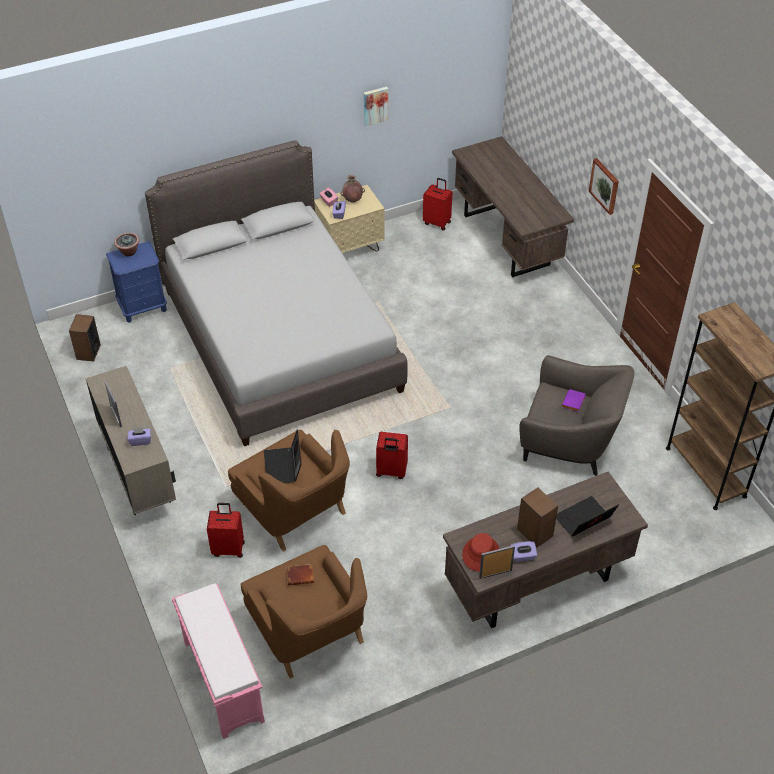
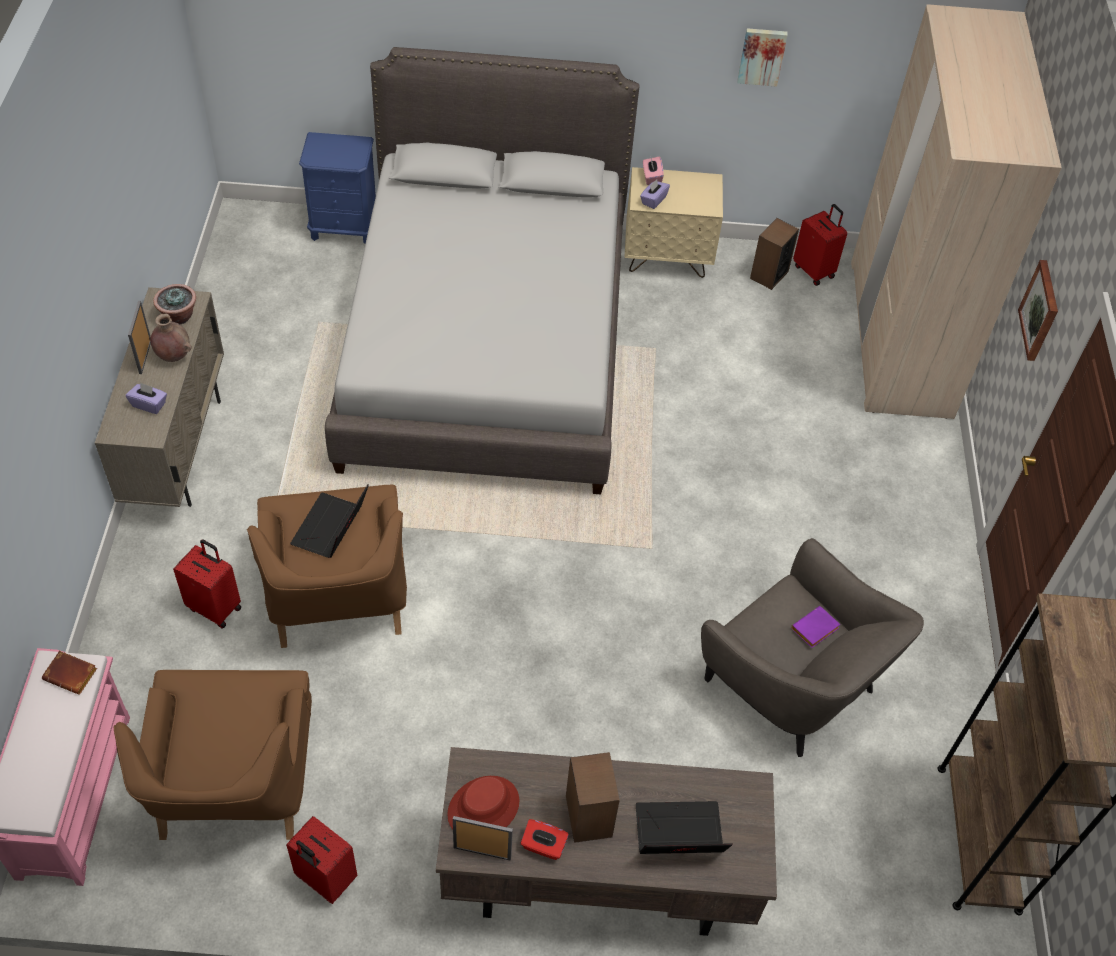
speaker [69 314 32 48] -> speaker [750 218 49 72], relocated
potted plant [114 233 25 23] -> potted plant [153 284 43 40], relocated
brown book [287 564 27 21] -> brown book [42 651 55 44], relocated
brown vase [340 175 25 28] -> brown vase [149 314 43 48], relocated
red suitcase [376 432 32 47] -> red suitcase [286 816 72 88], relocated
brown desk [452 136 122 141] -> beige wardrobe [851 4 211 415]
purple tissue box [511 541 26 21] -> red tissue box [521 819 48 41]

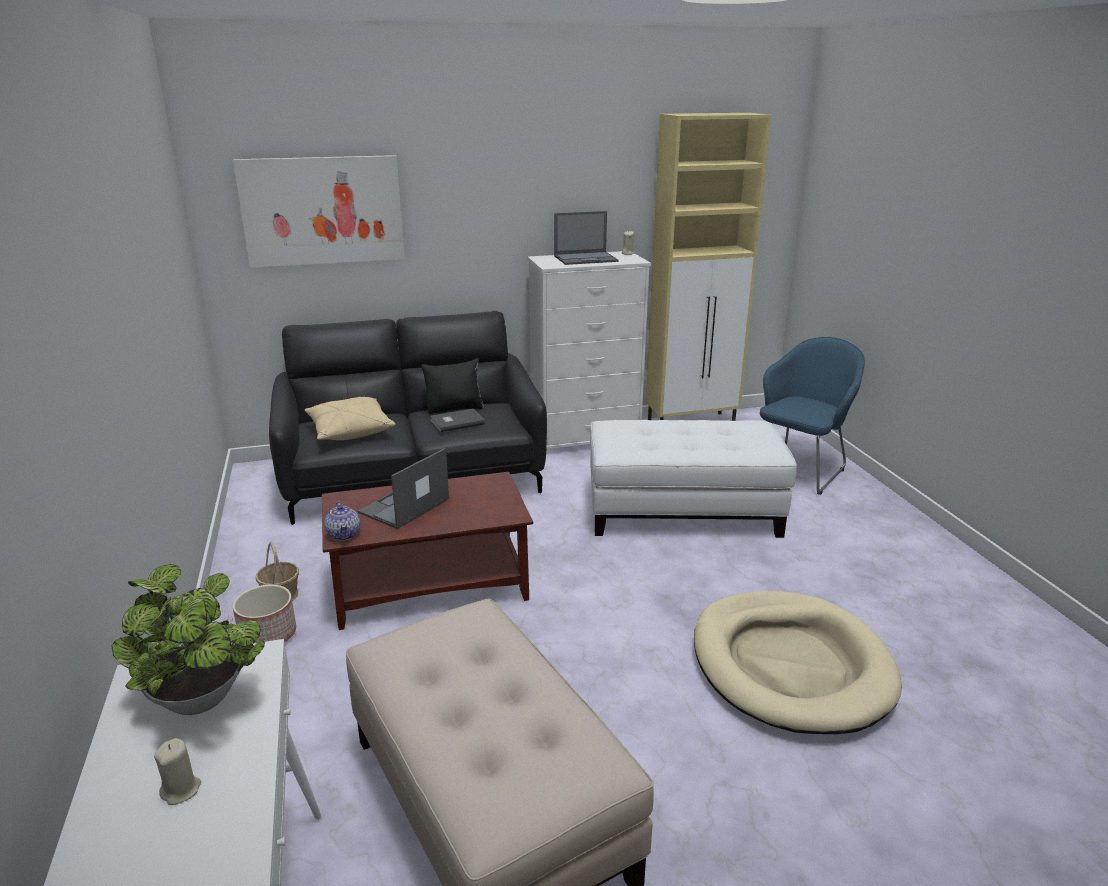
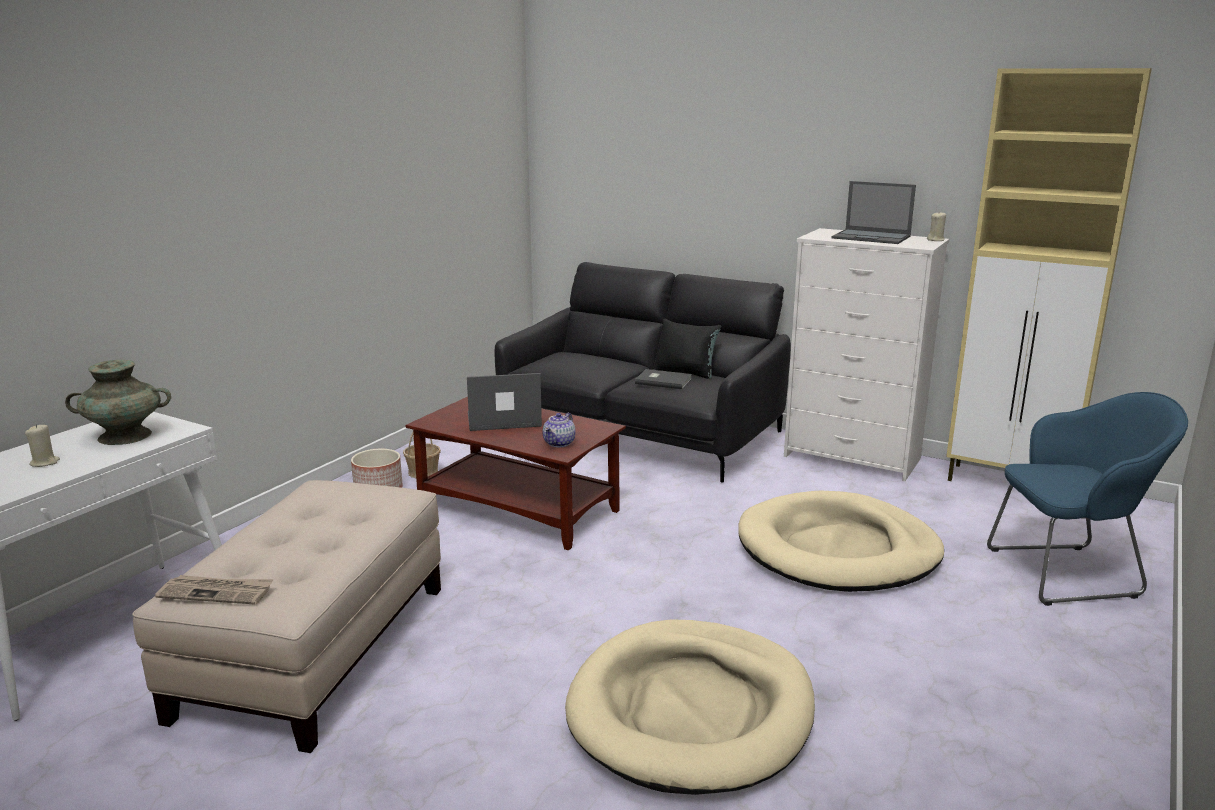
picture [233 155 172 113] -> none
beige pillow [304 397 91 43] -> none
none -> newspaper [155 575 118 30]
teapot [324 502 36 39] -> teapot [542 413 34 34], relocated
potted plant [111 564 154 151] -> turquoise vase [65 360 106 85]
white ottoman [590 420 207 118] -> beige dog bed [738 491 206 101]

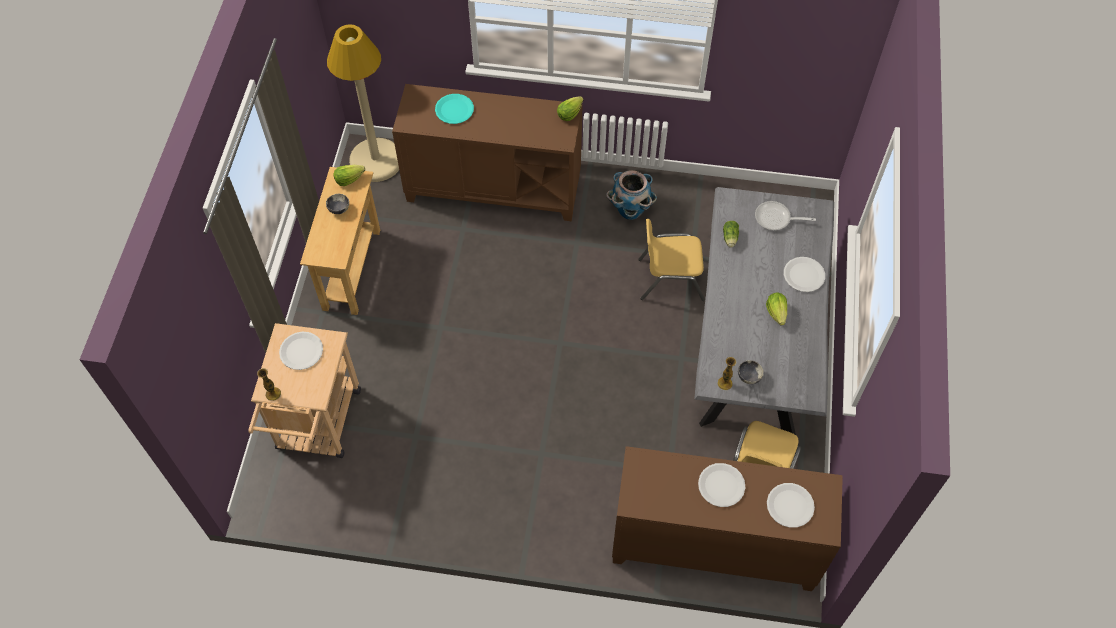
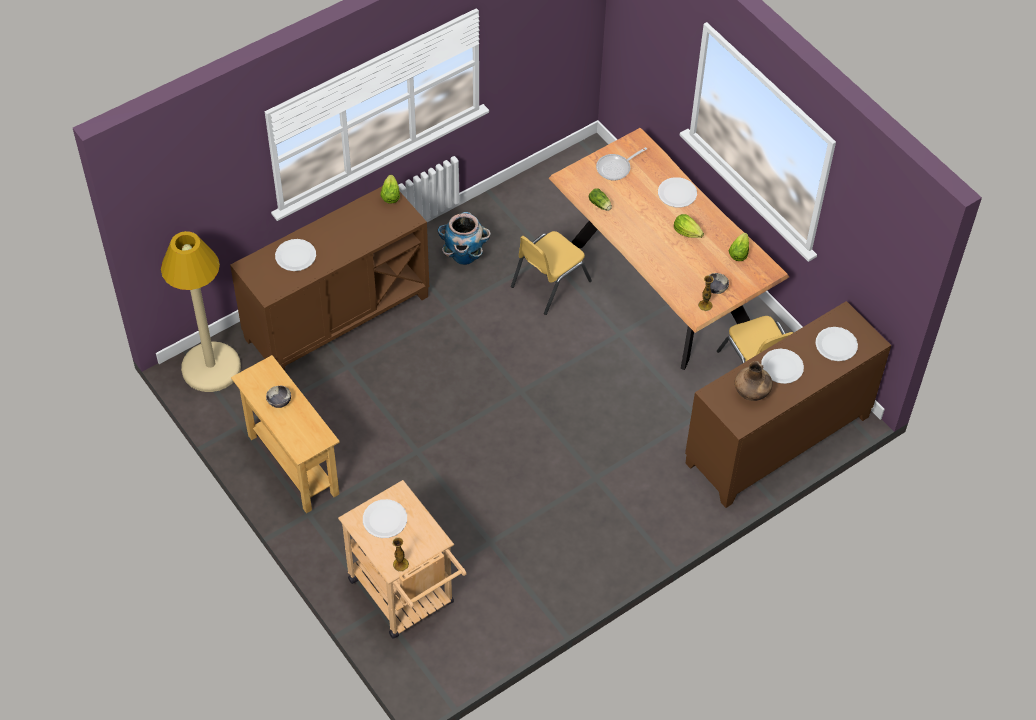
none -> brown vase [735 361 38 40]
lettuce [334 165 31 21] -> lettuce [729 233 20 28], relocated
turquoise plate [435 94 39 30] -> white plate [275 239 41 32]
grey dining table [694 187 140 248] -> brown dining table [549 128 240 242]

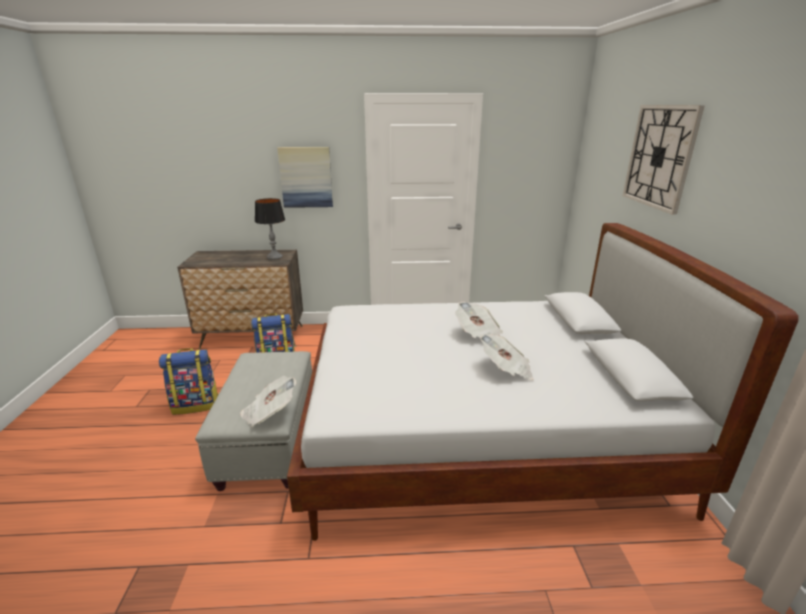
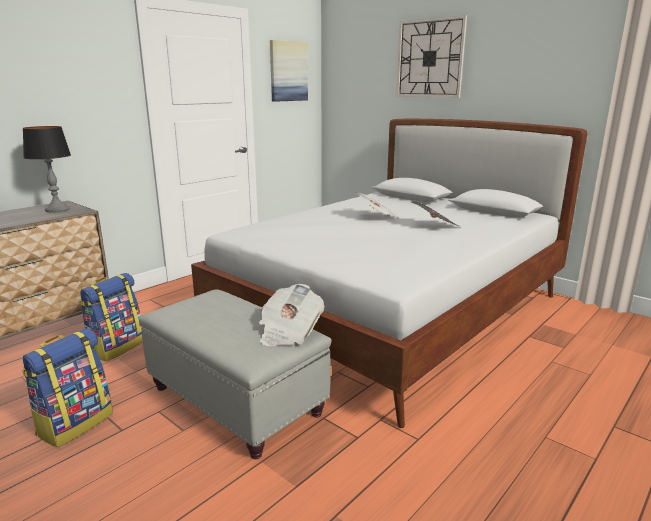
picture [277 147 56 61] -> picture [270 40 38 62], relocated

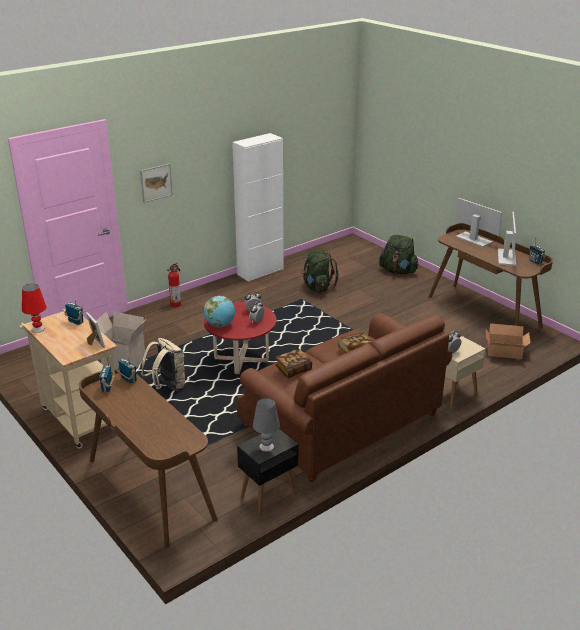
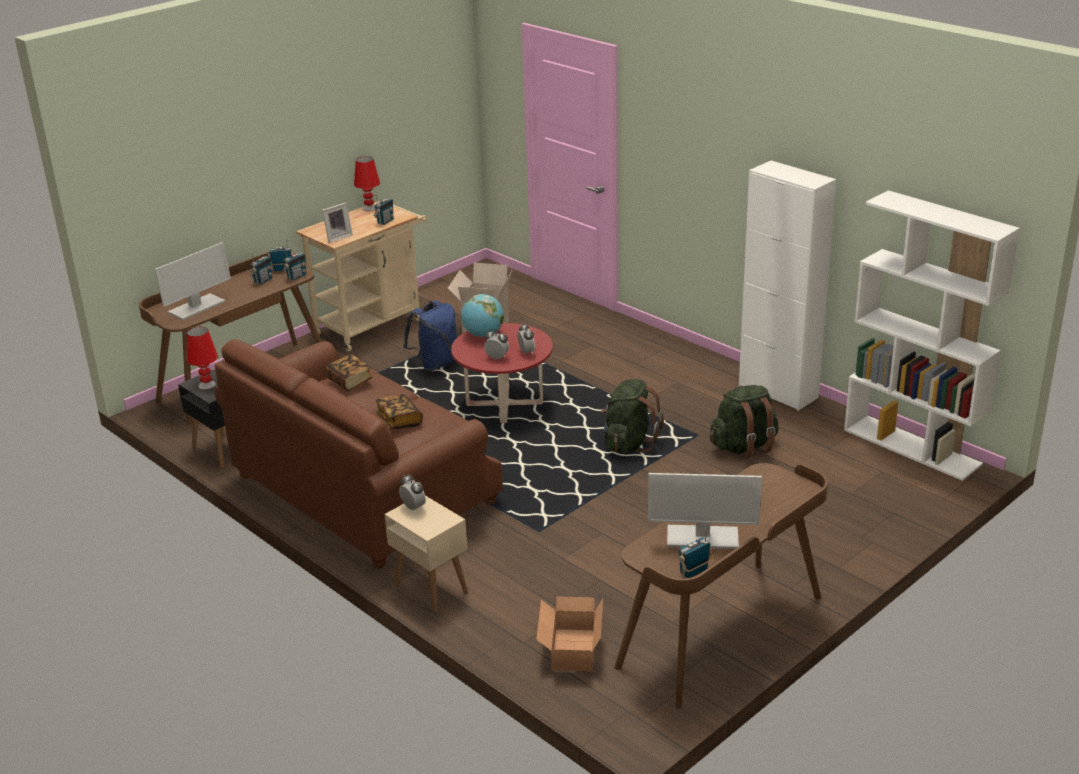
picture [140 163 33 40] -> none
fire extinguisher [167 263 14 44] -> none
none -> radio [250 252 22 32]
none -> white bookcase [844 190 176 291]
green backpack [379 235 40 39] -> green backpack [601 379 63 74], relocated
monitor [456 198 46 49] -> monitor [154 242 77 78], relocated
beige backpack [141 338 44 53] -> blue backpack [403 301 54 70]
grey table lamp [253 398 27 54] -> red table lamp [187 327 31 63]

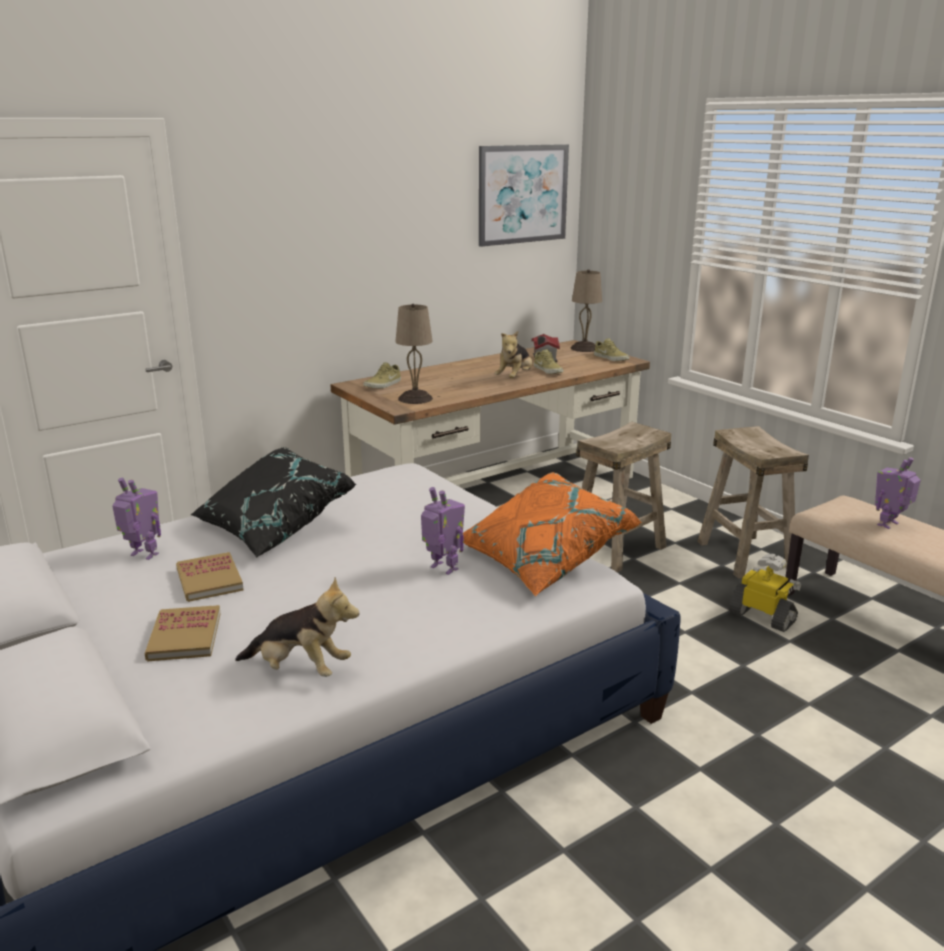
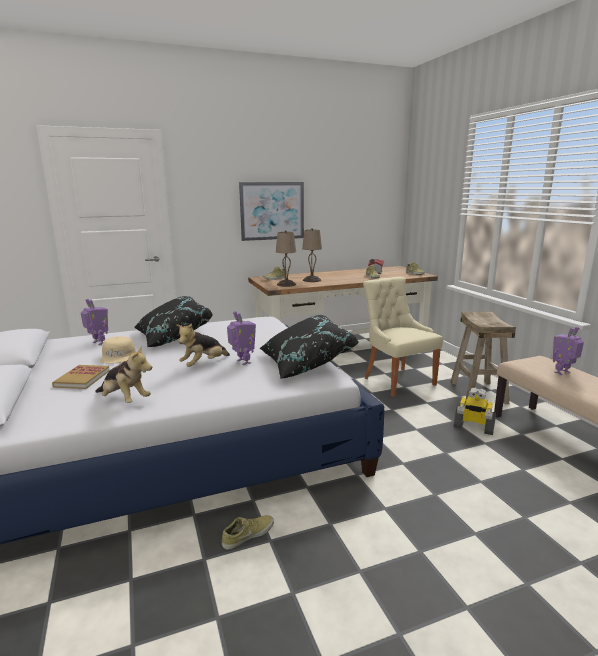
none -> beige shoe [222 515 52 35]
picture [479 144 90 103] -> picture [239 182 65 59], relocated
plush toy [495 331 38 47] -> plush toy [176 323 54 44], relocated
beige table lamp [570 269 32 83] -> beige table lamp [302 228 20 54], relocated
book [176 552 67 50] -> beige cap [100 336 36 28]
beige stool [576 422 95 150] -> beige chair [363 277 80 120]
orange pillow [463 472 179 124] -> black pillow [260 315 98 64]
toy robot [729 554 72 78] -> toy robot [453 387 43 48], 150 degrees clockwise

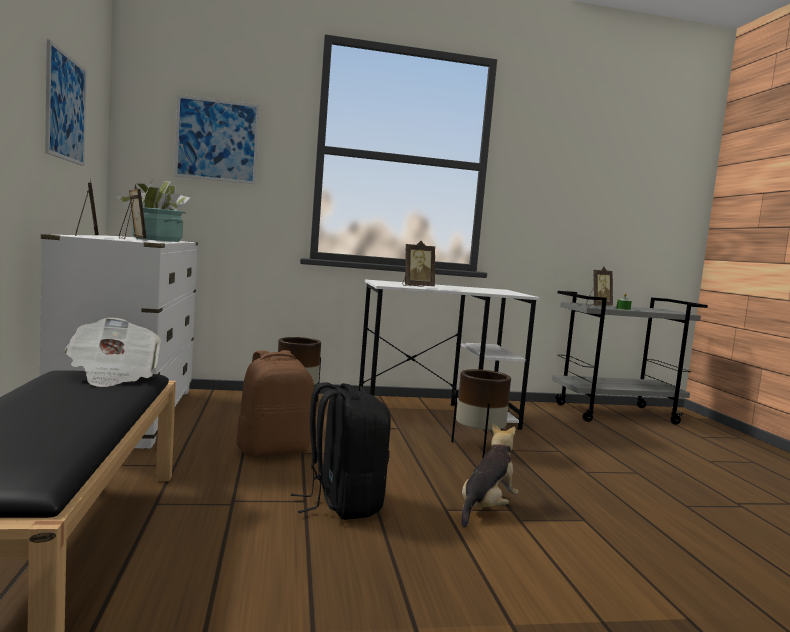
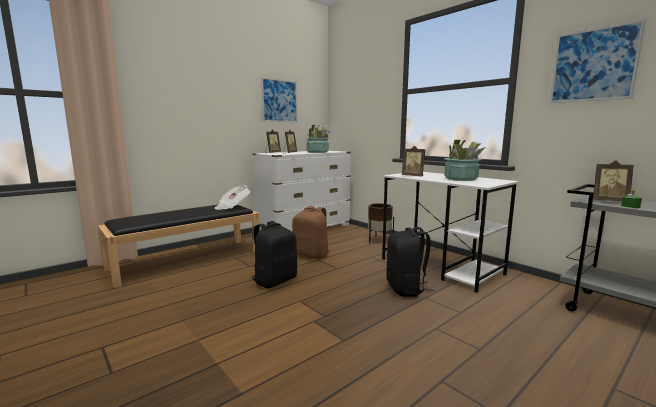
plush toy [462 423 57 105] -> none
none -> potted plant [444 140 42 41]
picture [174 95 86 89] -> picture [549 19 97 84], relocated
brown planter [451 369 60 90] -> black backpack [386 227 49 70]

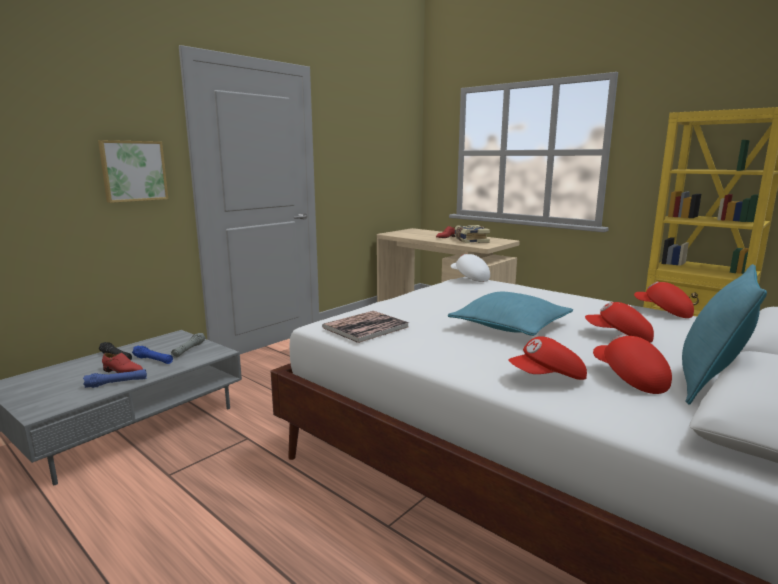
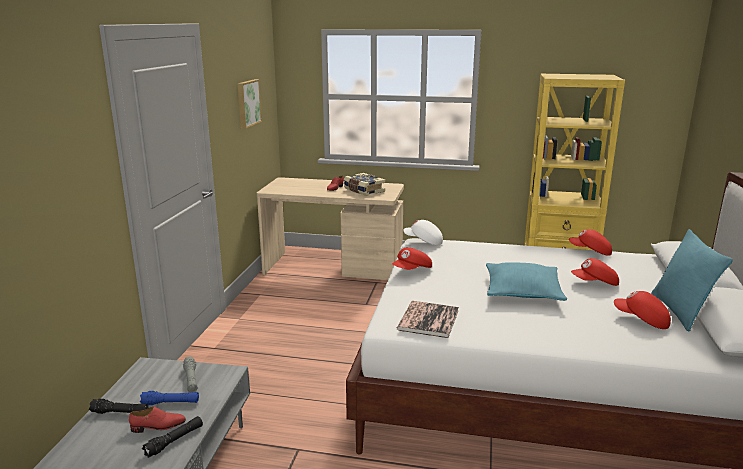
picture [98 140 70 63] -> picture [237 79 25 50], relocated
red cap [508 336 79 44] -> red cap [392 247 40 23], relocated
blue flashlight [83 369 64 19] -> black flashlight [142 416 61 42]

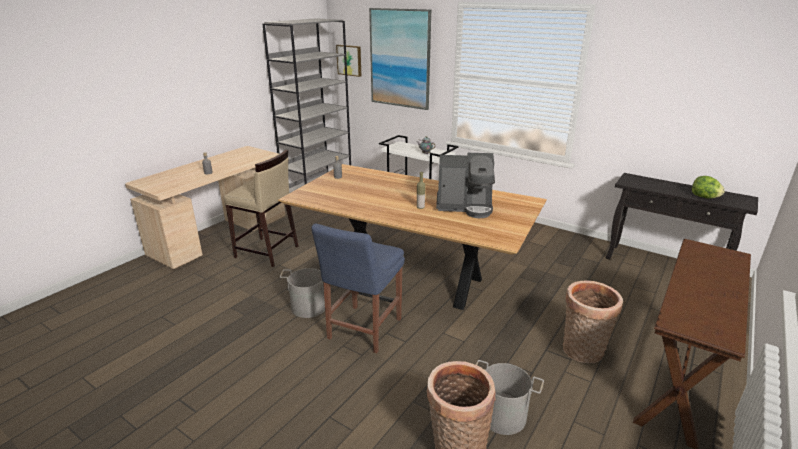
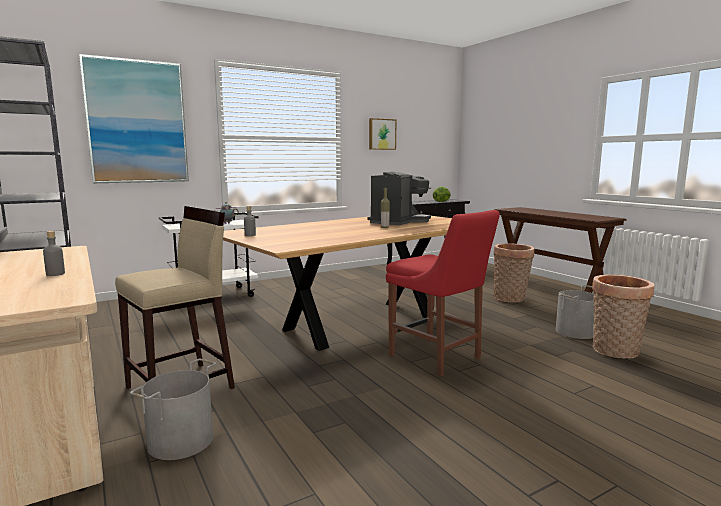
grey bucket [280 268 45 50] -> grey bucket [130 359 86 101], relocated
picture [336 45 25 32] -> picture [369 118 28 32], relocated
blue chair [311 224 94 129] -> red chair [386 210 114 167]

